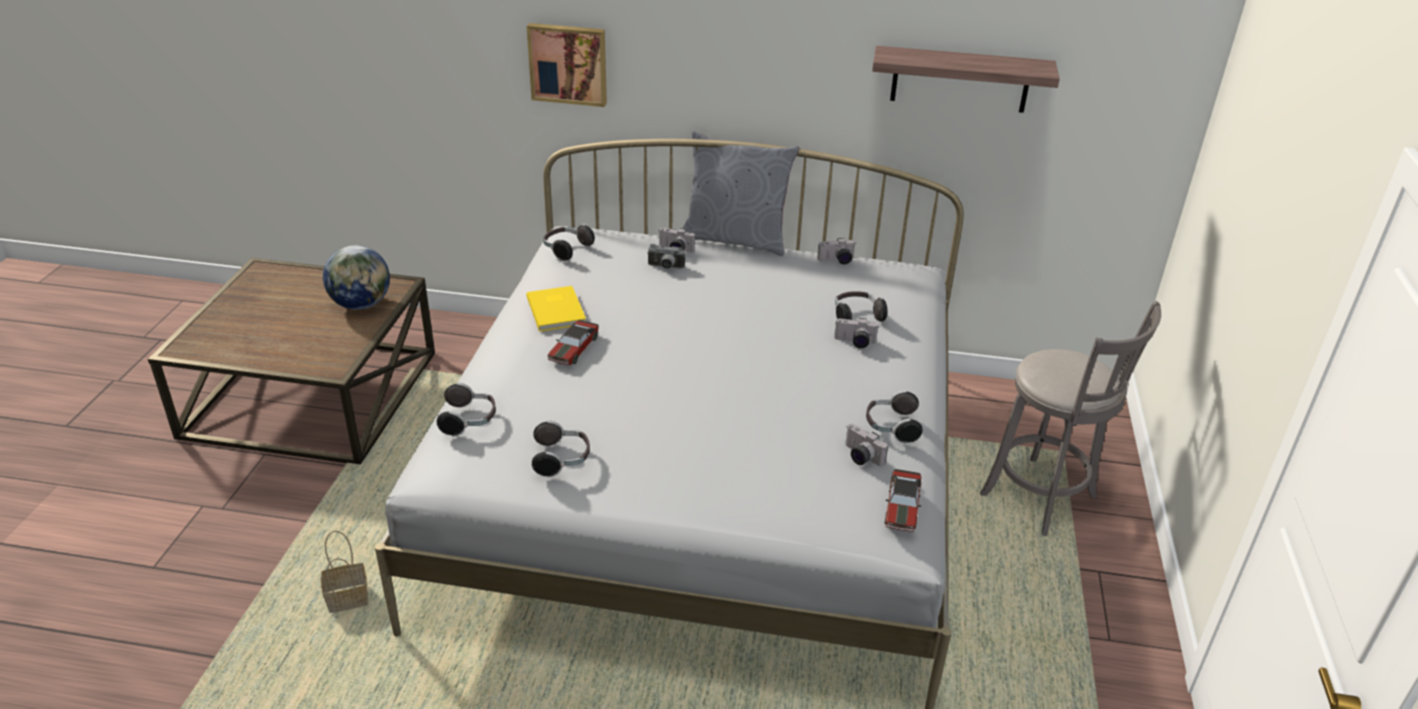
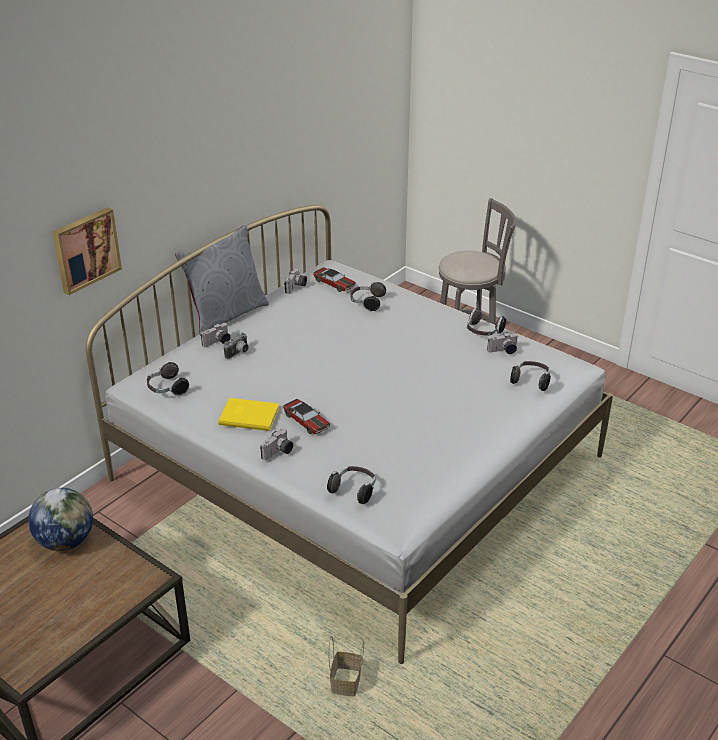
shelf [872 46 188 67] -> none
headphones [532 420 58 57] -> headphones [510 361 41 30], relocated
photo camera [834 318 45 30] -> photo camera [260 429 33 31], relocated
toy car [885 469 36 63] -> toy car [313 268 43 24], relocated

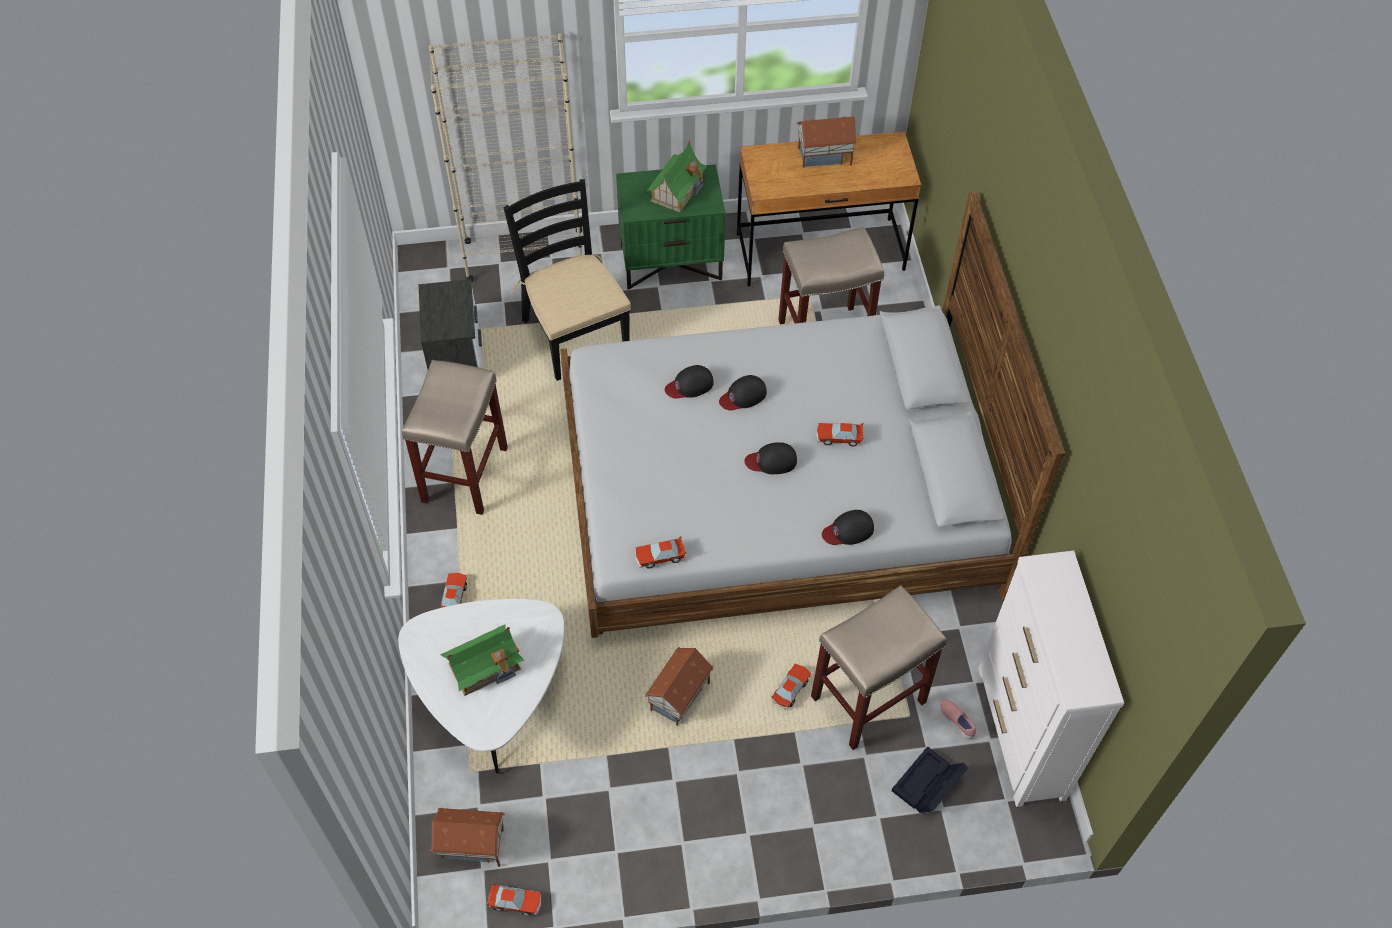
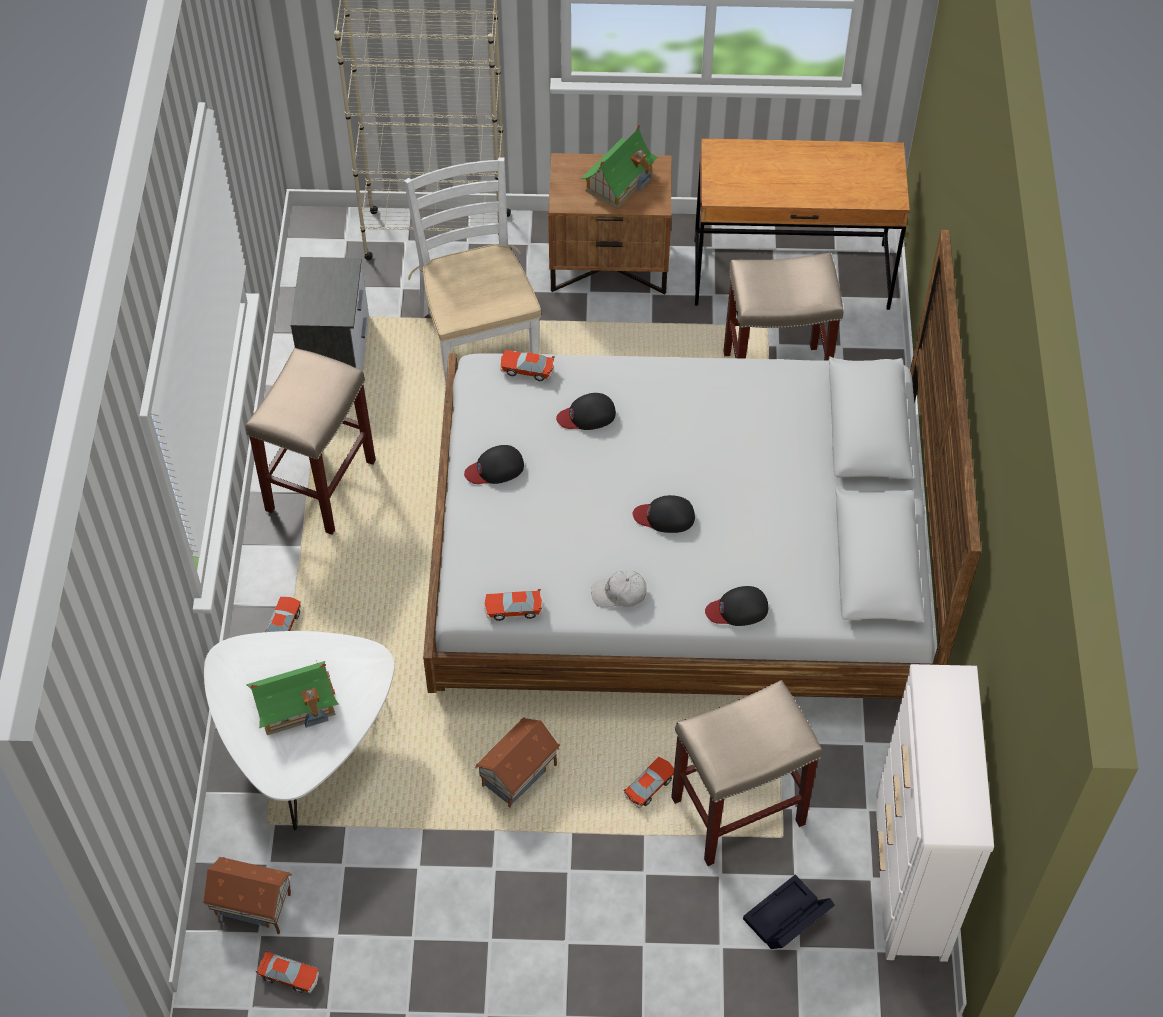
toy house [797 117 60 51] -> none
pink shoe [939 699 37 40] -> none
none -> white cap [591 571 56 36]
black cap [719 375 48 35] -> black cap [464 445 60 39], relocated
toy car [816 423 48 24] -> toy car [501 350 54 31], relocated
black chair [504 179 127 202] -> white chair [404 157 137 227]
green nightstand [616 164 110 126] -> brown nightstand [548 153 124 141]

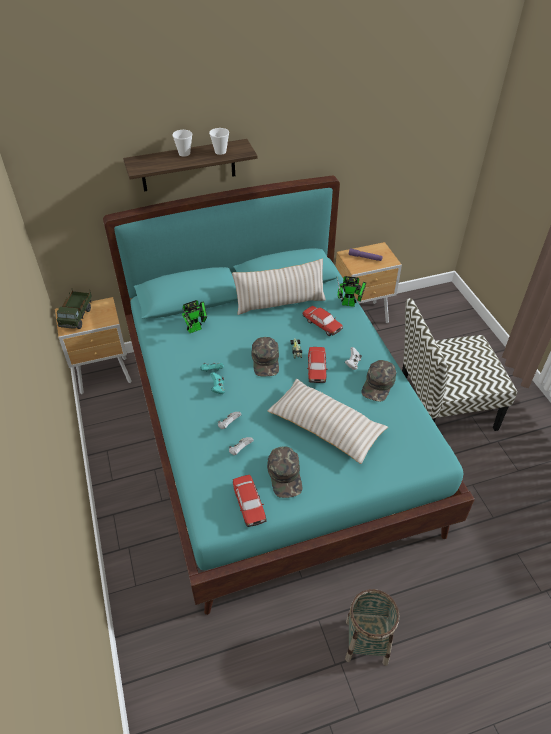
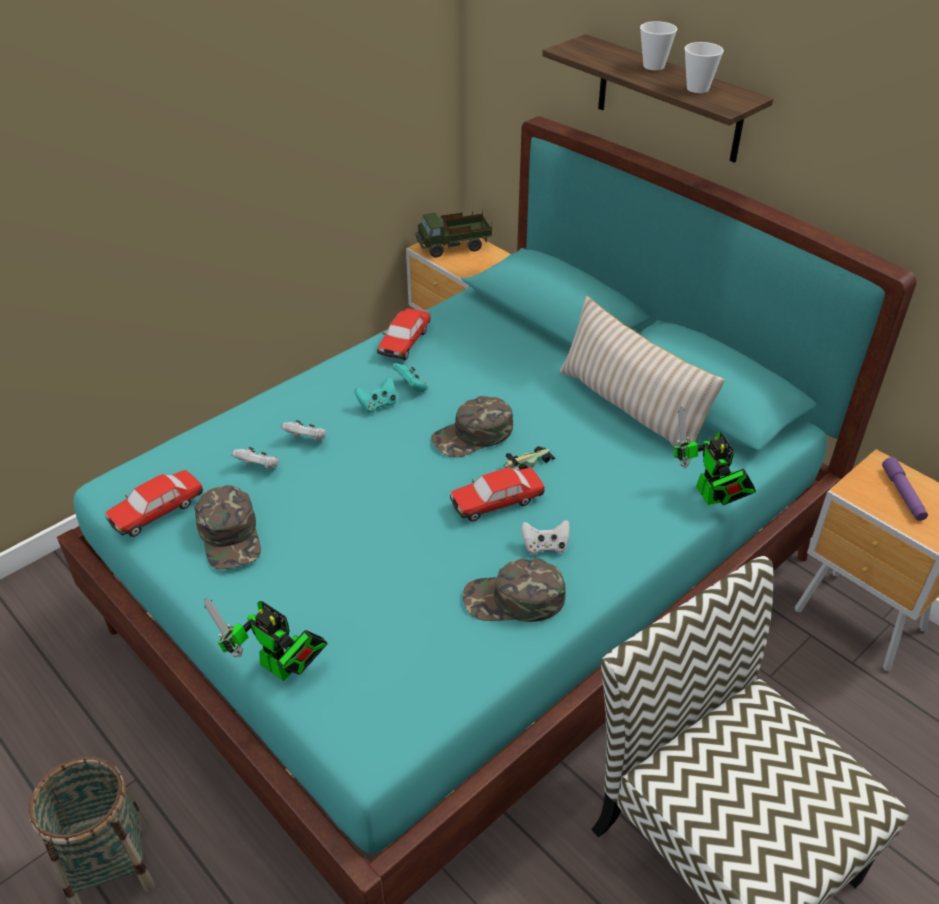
beige pillow [267 379 121 85] -> none
toy robot [182 300 25 33] -> toy robot [204 599 124 82], relocated
toy car [303 306 40 30] -> toy car [377 308 54 52], relocated
green cap [267 447 35 51] -> green cap [194 485 67 85], 75 degrees counterclockwise

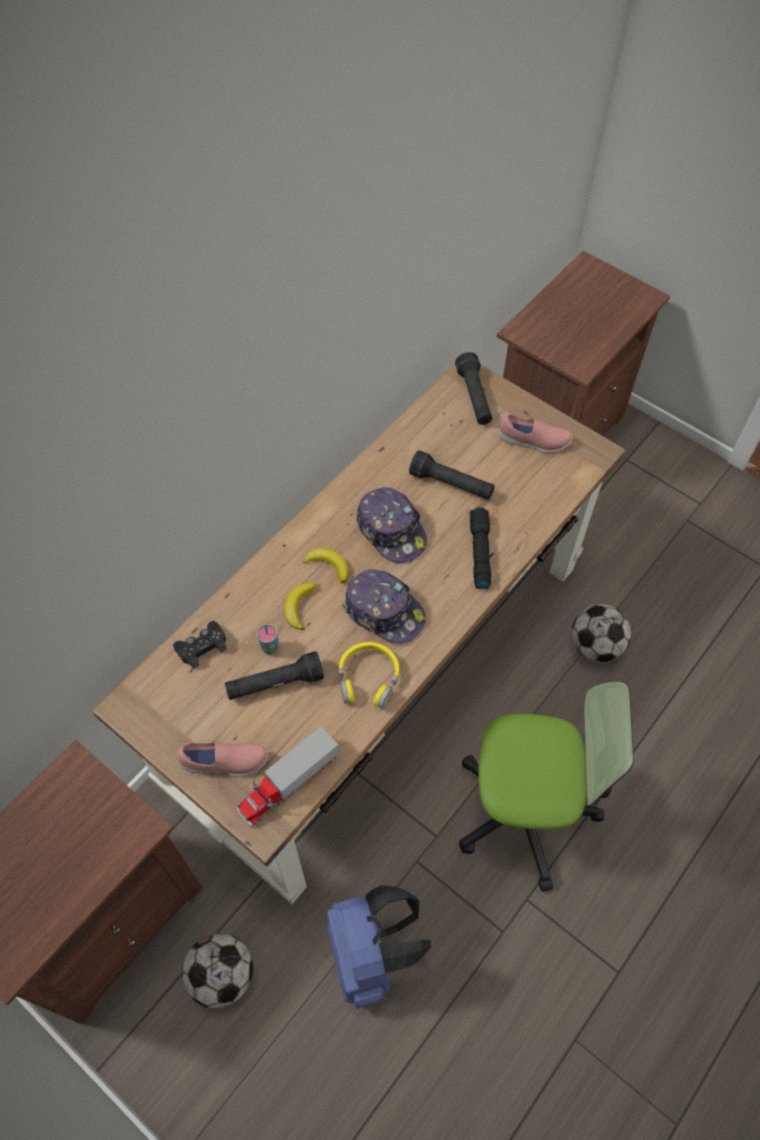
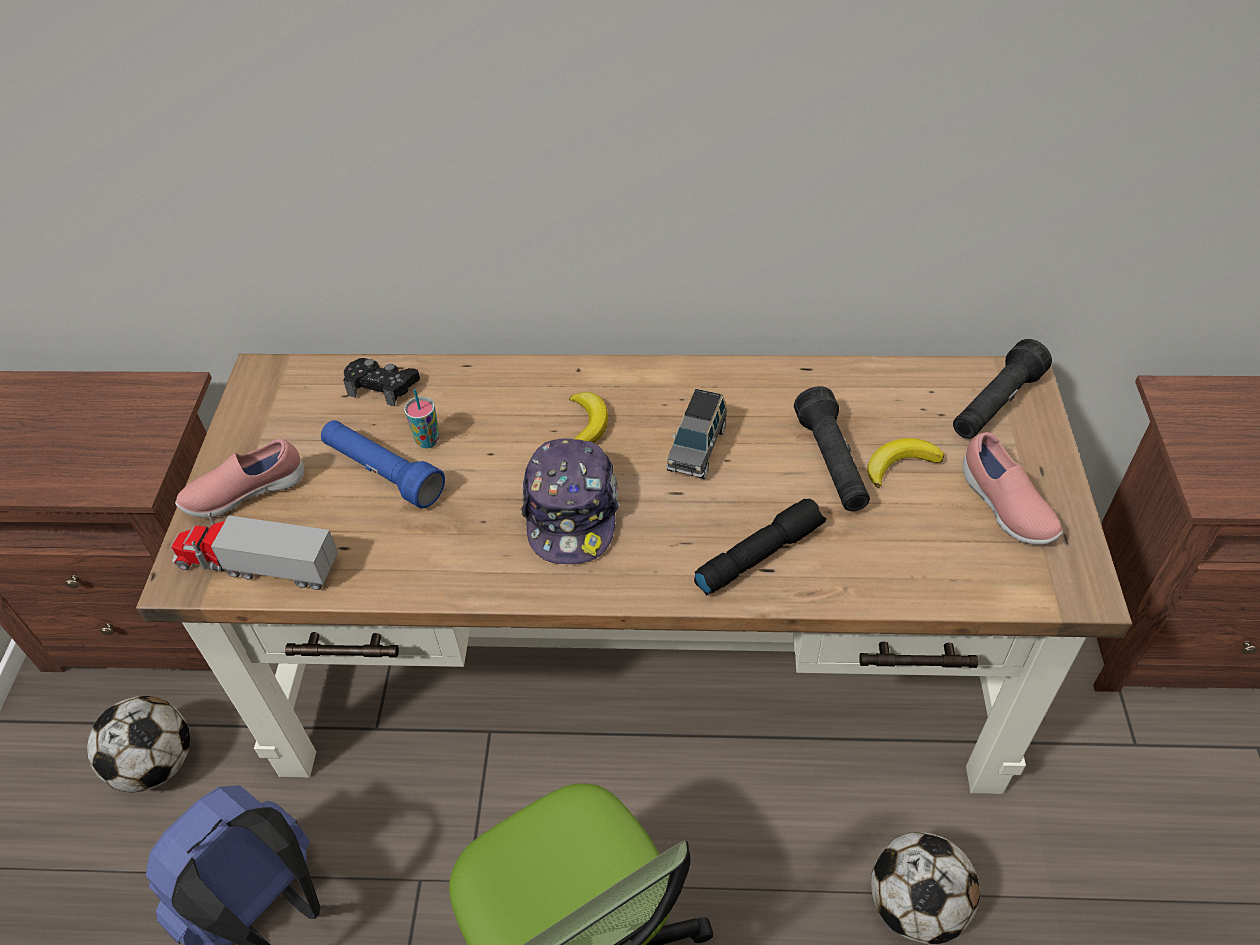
yellow headphones [339 642 60 67] -> none
banana [284 582 33 48] -> banana [867 438 77 50], relocated
cap [356 487 71 76] -> grey toy car [666 389 61 90]
black flashlight [225 651 99 49] -> blue flashlight [321 420 124 89]
pink shoe [177 742 91 35] -> pink shoe [175 439 129 79], 105 degrees clockwise

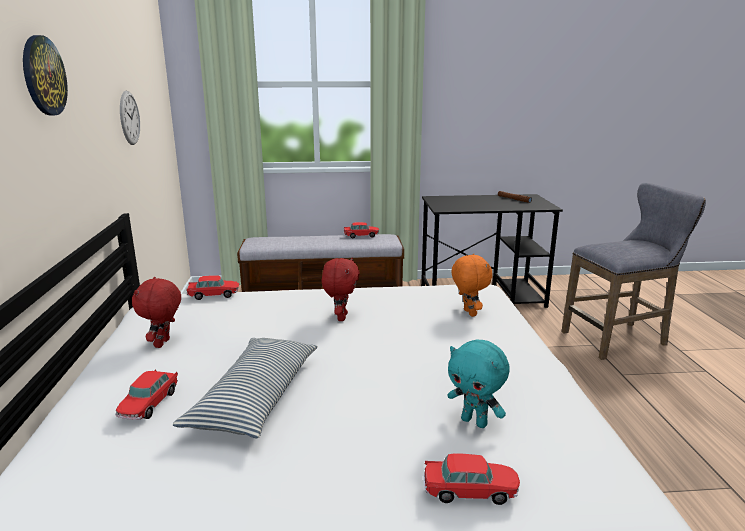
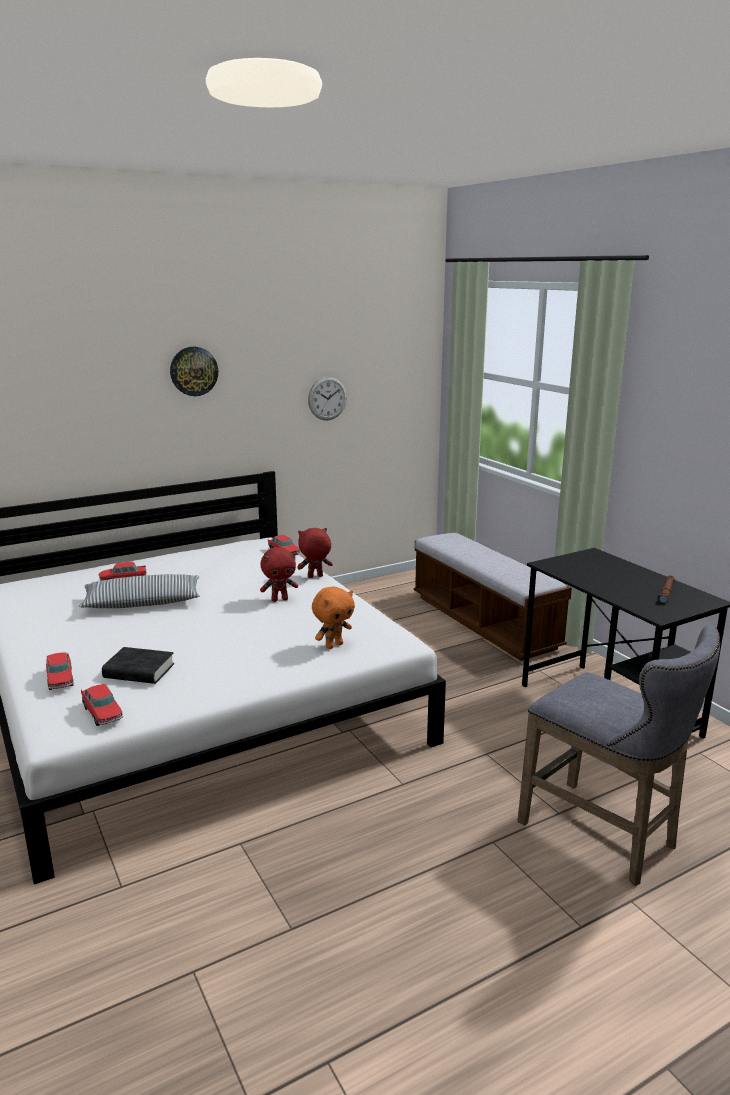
red plush toy [132 277 49 71] -> red plush toy [297 528 36 50], relocated
toy car [344 222 35 16] -> toy car [81 684 42 42], relocated
turquoise plush toy [447 339 63 89] -> black book [102 647 72 37]

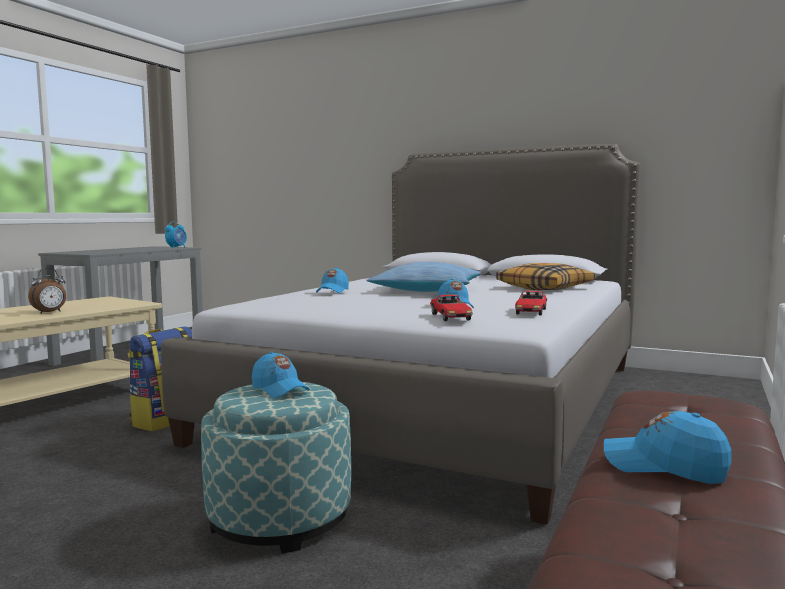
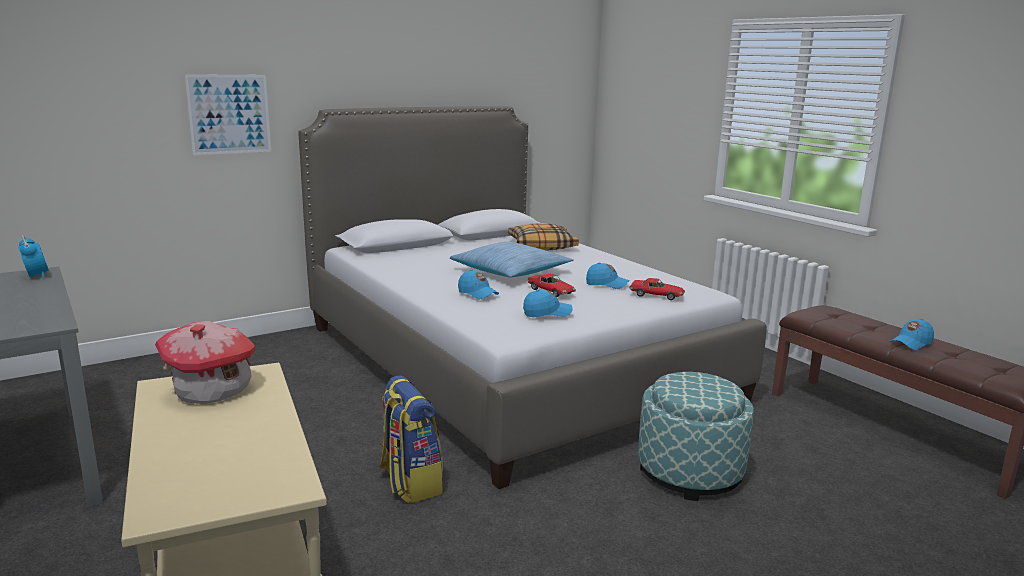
alarm clock [28 268 38 46] -> none
none -> toy house [155 321 100 83]
none -> picture [185 74 86 81]
blue cap [252 352 58 46] -> blue cap [523 289 50 28], relocated
toy car [515 291 32 24] -> toy car [527 273 49 24], relocated

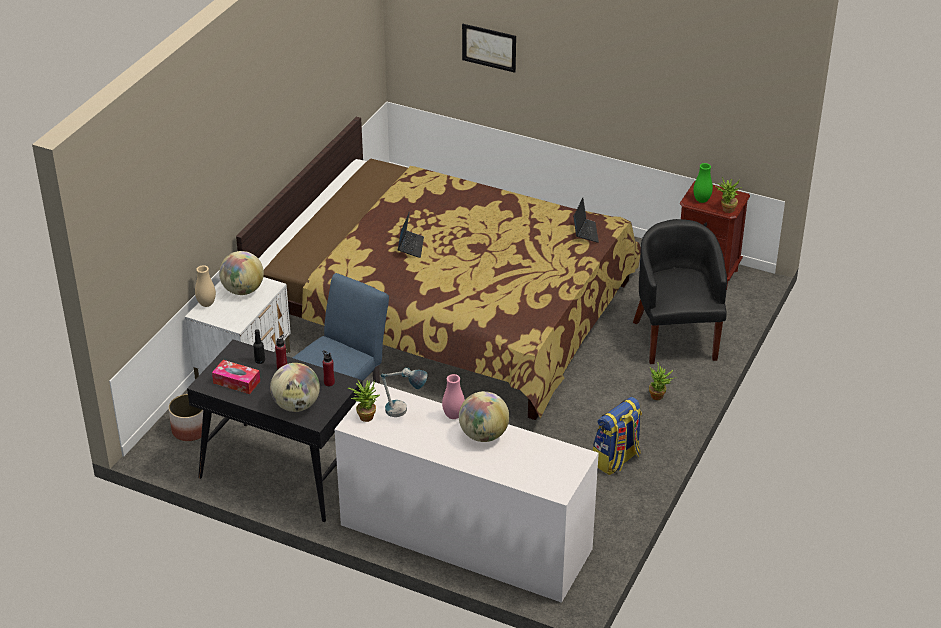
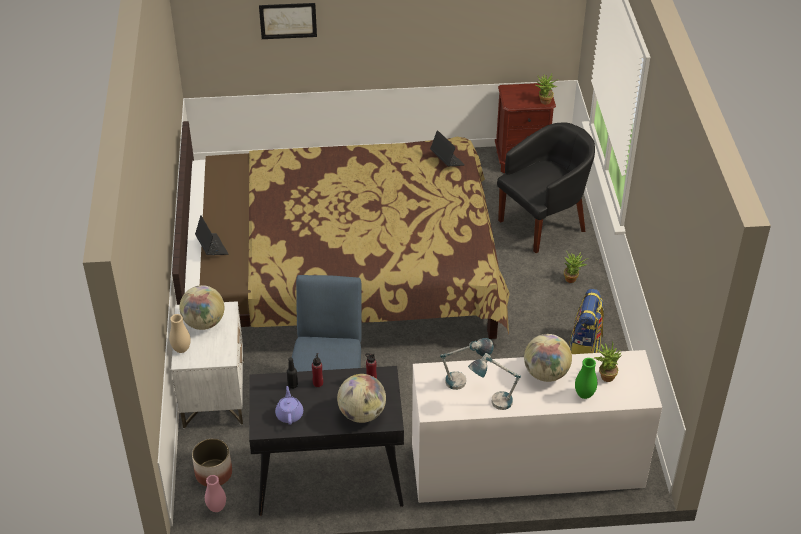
none -> table lamp [468 353 53 57]
potted plant [348 379 32 43] -> potted plant [594 341 27 41], relocated
laptop [398 211 26 47] -> laptop [195 215 33 40], relocated
pink vase [442 374 23 45] -> pink vase [205 475 21 37], relocated
green vase [693 163 20 40] -> green vase [575 358 22 41], relocated
tissue box [212 360 48 34] -> purple teapot [275 386 28 39]
black armchair [633 219 94 145] -> black armchair [497 123 98 130], 90 degrees clockwise

